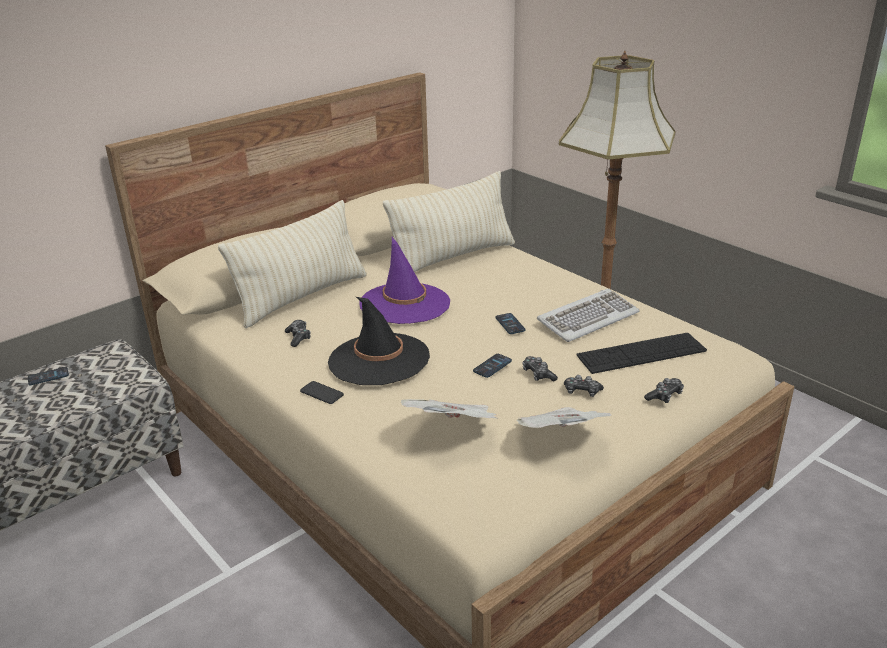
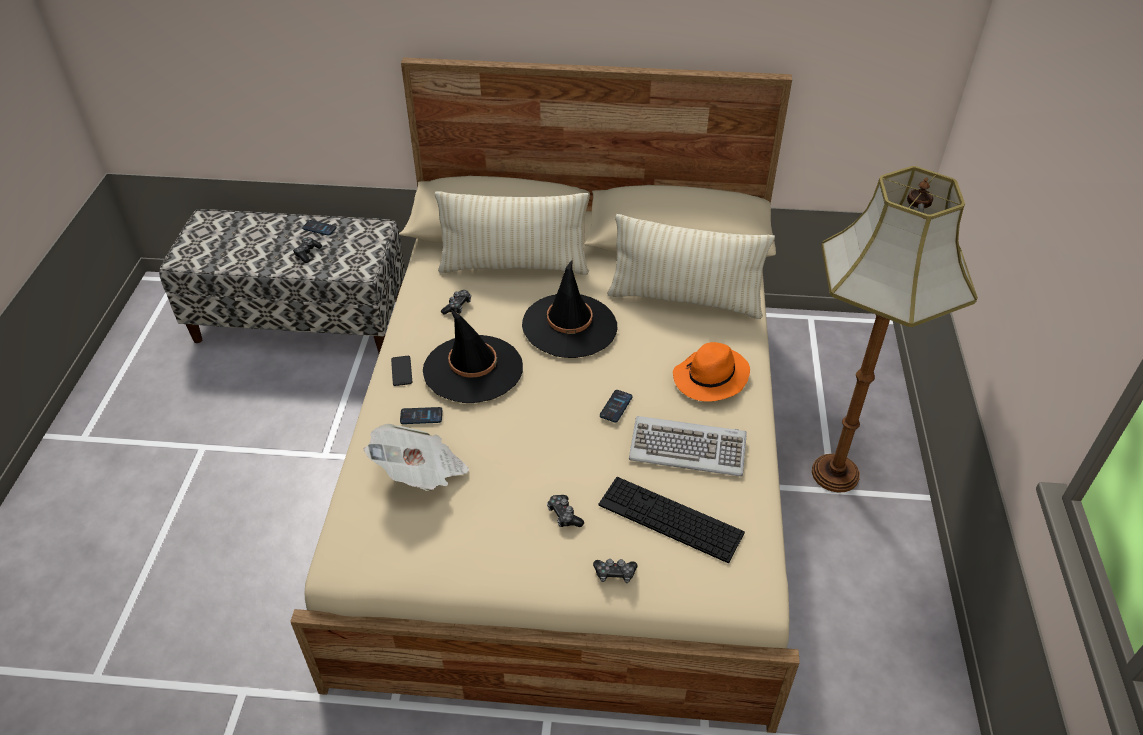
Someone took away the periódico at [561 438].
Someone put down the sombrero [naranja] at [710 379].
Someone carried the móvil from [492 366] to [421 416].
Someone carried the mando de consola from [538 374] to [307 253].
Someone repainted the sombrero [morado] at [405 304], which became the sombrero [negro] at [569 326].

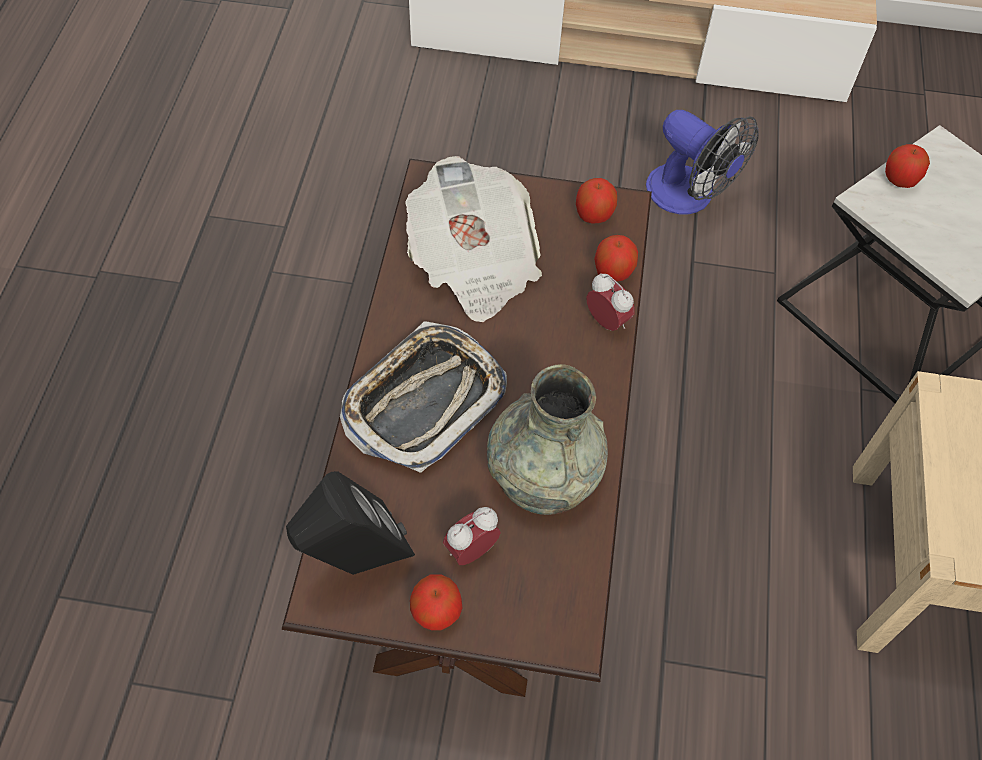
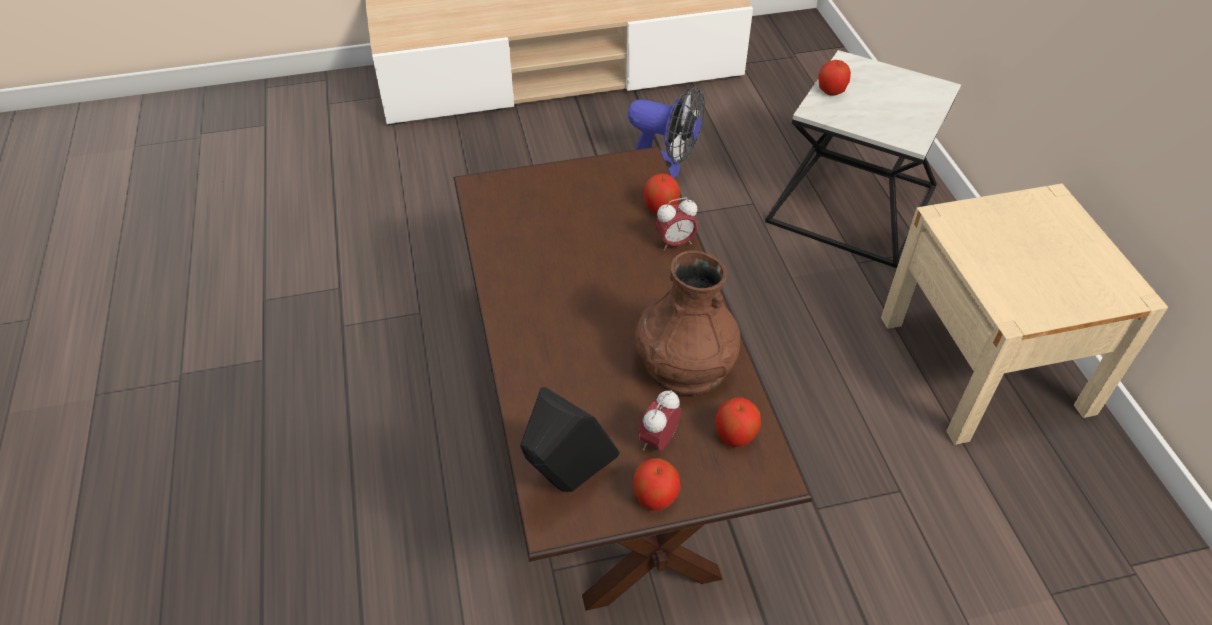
Someone took away the bandeja at [424 401].
Someone took away the periódico at [474 264].
Someone carried the manzana from [593 215] to [735 435].
Someone repainted the florero [gris] at [544 472], which became the florero [marrón] at [685 364].
Someone rotated the despertador at [607 322] by 135 degrees clockwise.

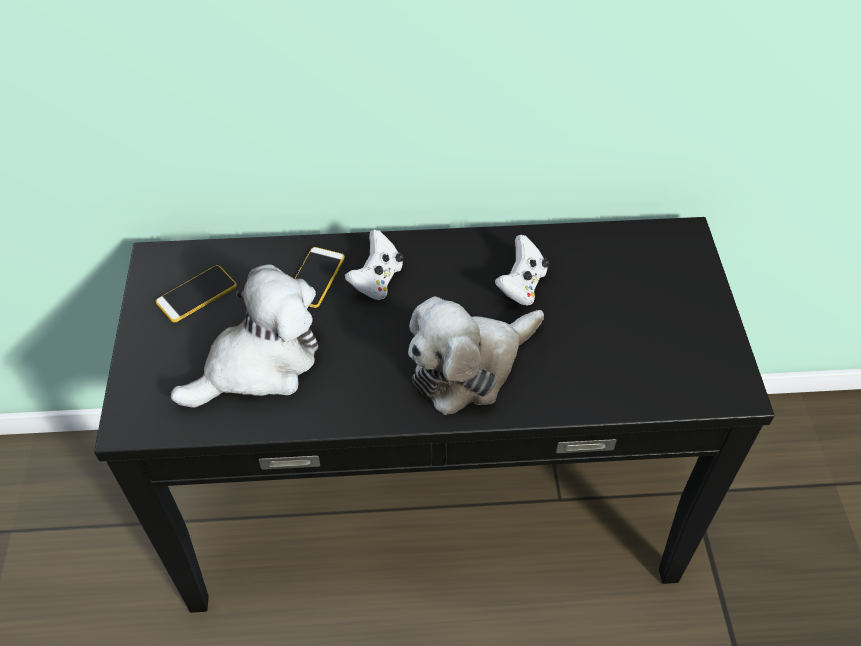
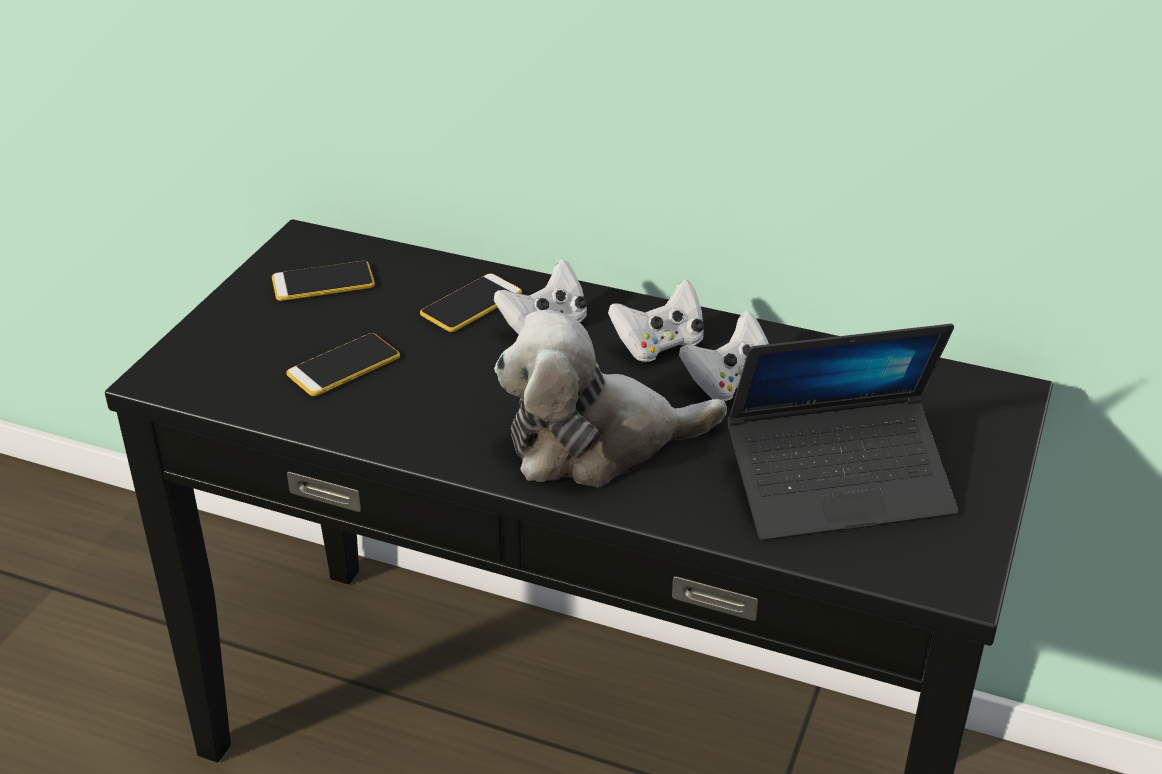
Someone put down the mando de consola [blanco] at [659 345].
Someone put down the portátil at [839 485].
Someone swapped the peluche at [259 364] for the móvil at [344 366].

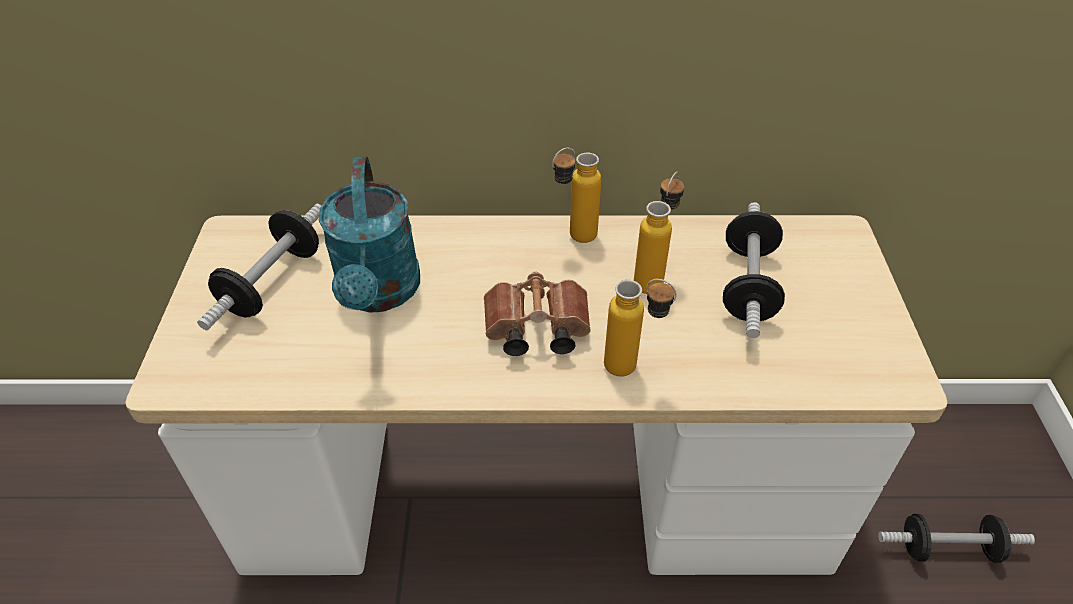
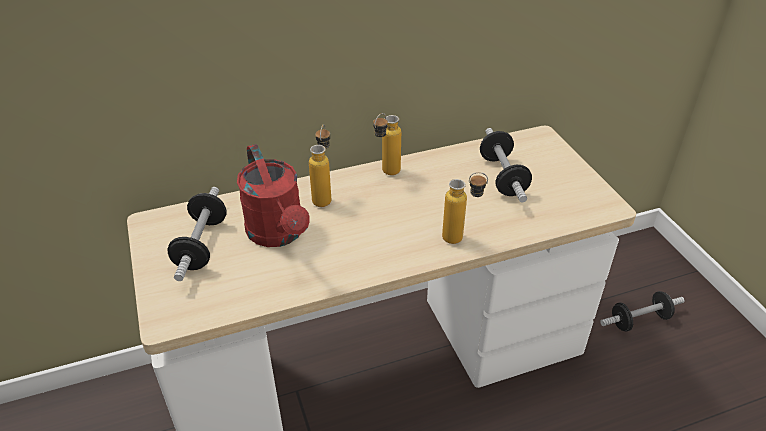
Someone took away the prismáticos [marrón] at [533 330].
Someone carried the botella from [653 277] to [324 196].
Someone repainted the regadera [turquesa] at [378 294], which became the regadera [rojo] at [279 234].

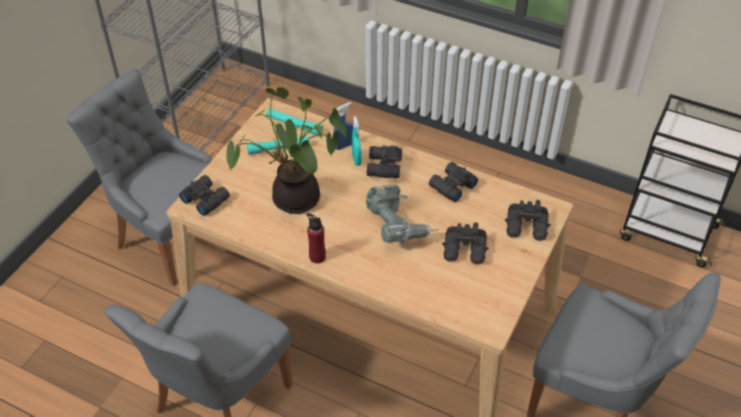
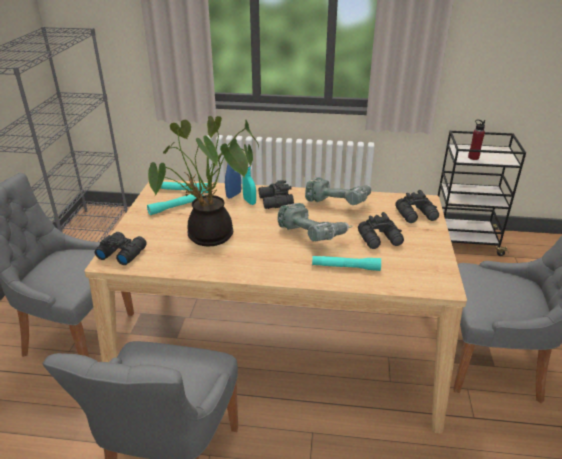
Someone put down the linterna [turquesa] at [345 267].
Someone carried the botella [rojo] from [317 257] to [473 157].
Someone swapped the prismáticos [negro] at [451 186] for the taladro at [338 203].

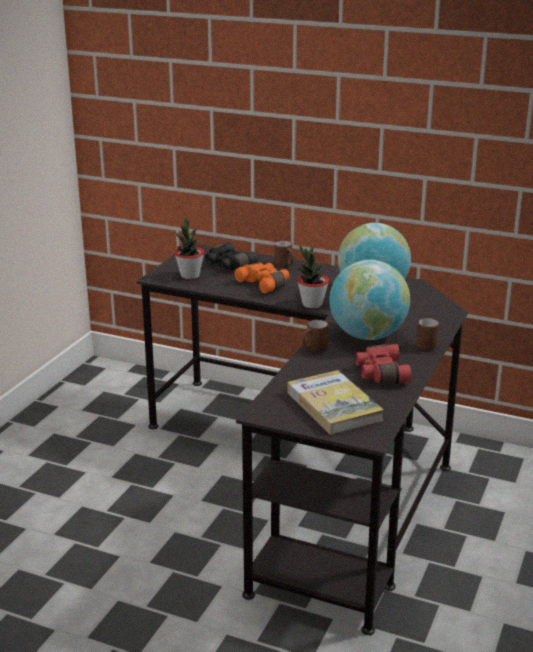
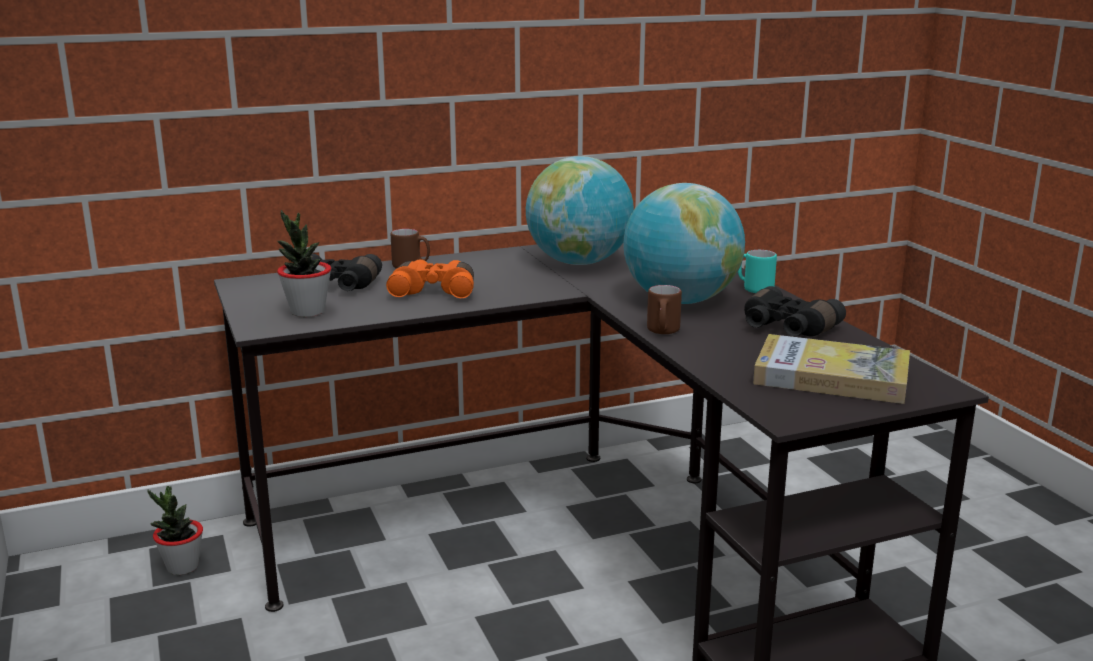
Someone carried the planta en maceta from [312 304] to [182 567].
Someone repainted the prismáticos [rojo] at [380 373], which became the prismáticos [negro] at [786 328].
Someone repainted the taza grande [marrón] at [426 344], which became the taza grande [turquesa] at [754 289].

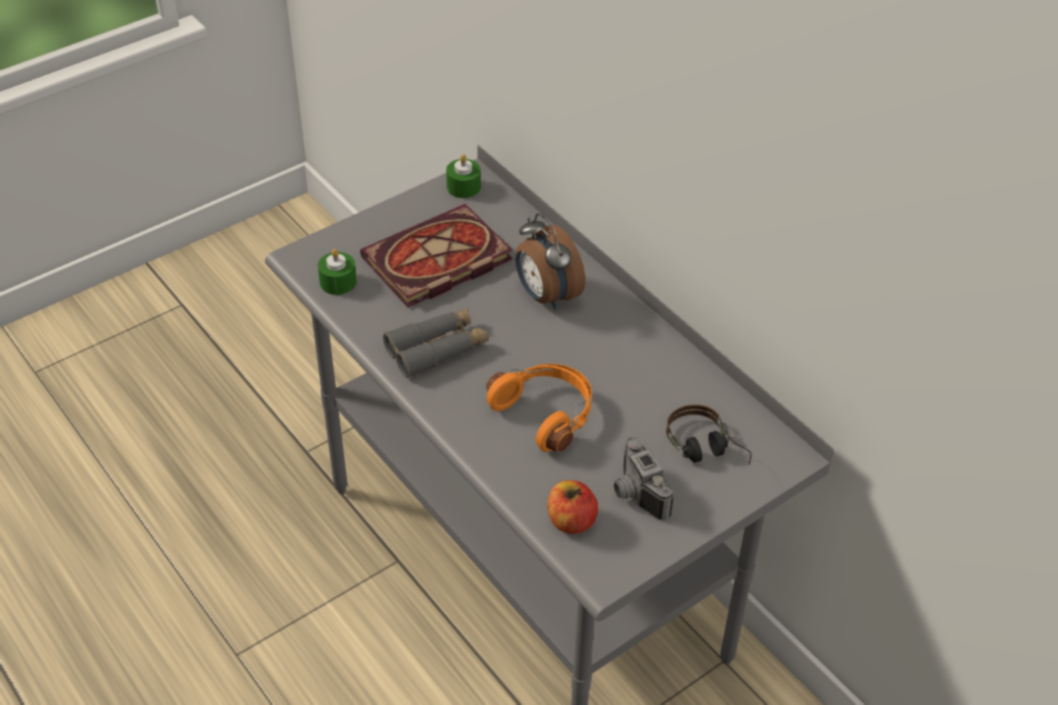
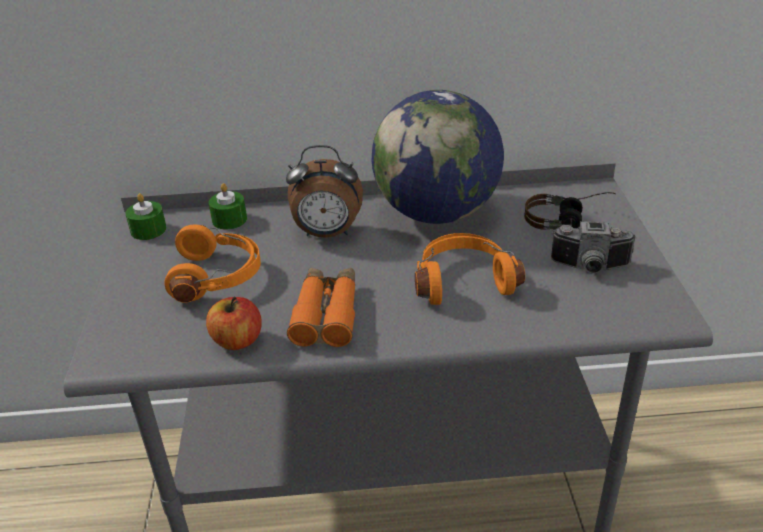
Someone put down the globo terráqueo at [437 213].
Someone carried the vela [verde] from [338 282] to [229 219].
Someone carried the manzana from [571 521] to [237 340].
Someone swapped the libro at [435 262] for the auriculares [naranja] at [218 276].
Someone repainted the prismáticos [gris] at [437 349], which became the prismáticos [naranja] at [326 314].

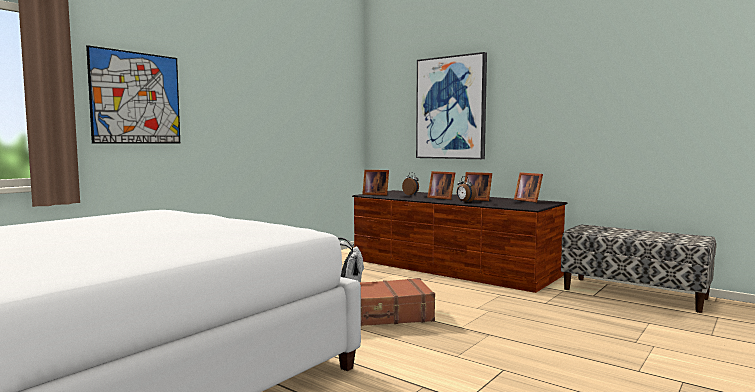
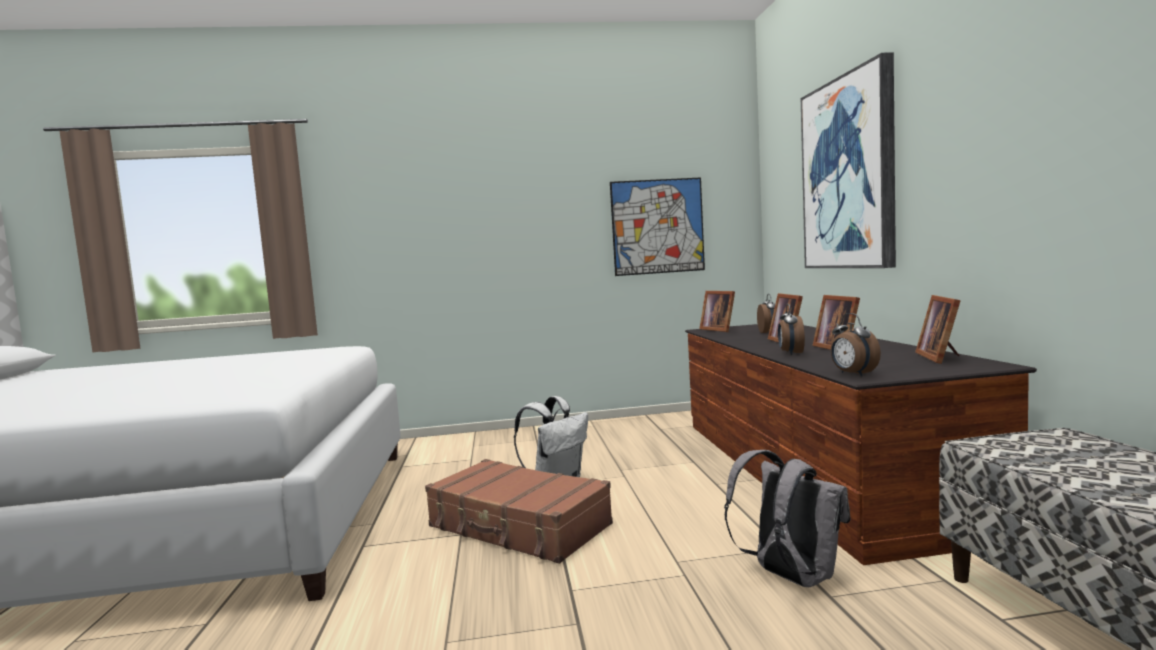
Someone put down the mochila [gris] at [789 576].
Someone put down the despertador at [853 374].
Someone carried the cuadro from [136 98] to [657 226].

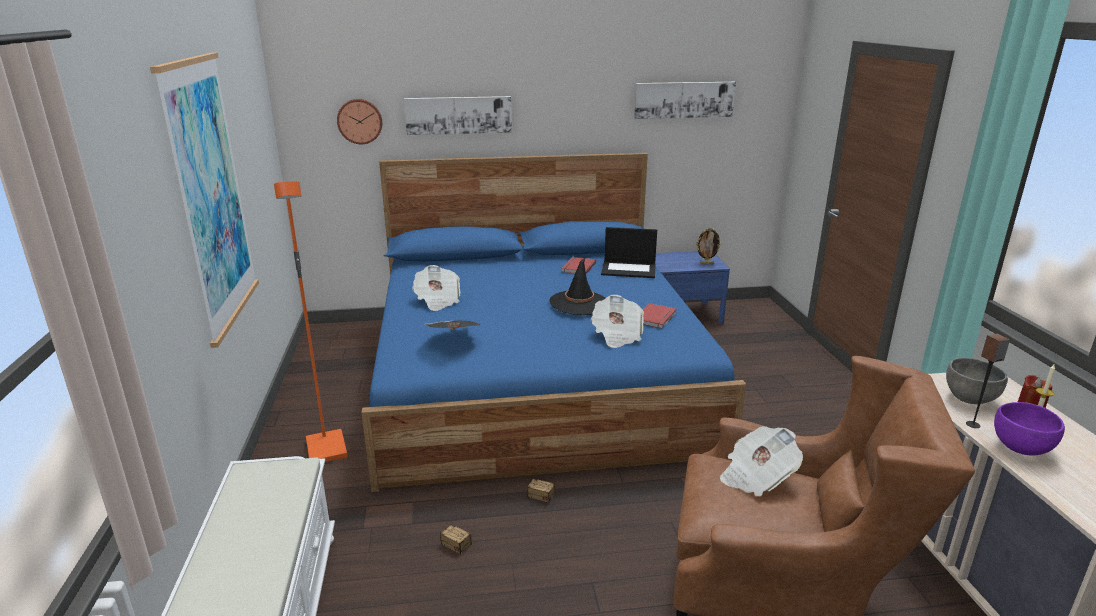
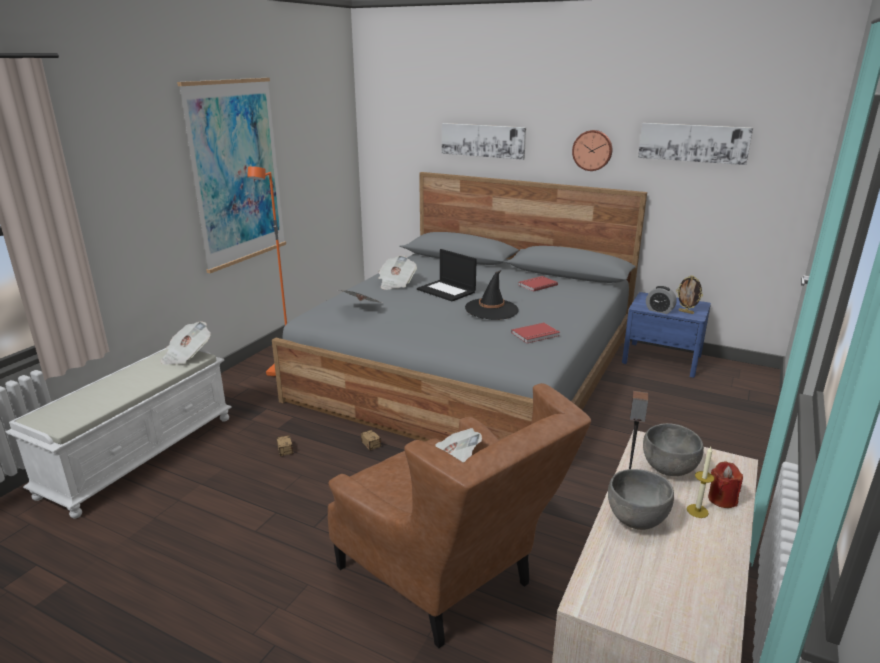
Someone put down the despertador at [659 310].
Someone carried the reloj de pared from [360 121] to [592 150].
Someone carried the periódico from [617 335] to [186 356].
Someone carried the portátil from [629 269] to [447 291].
Someone repainted the cama [azul] at [535 377], which became the cama [gris] at [470 369].
Someone repainted the cuenco [morado] at [1020 448], which became the cuenco [gris] at [636 520].

